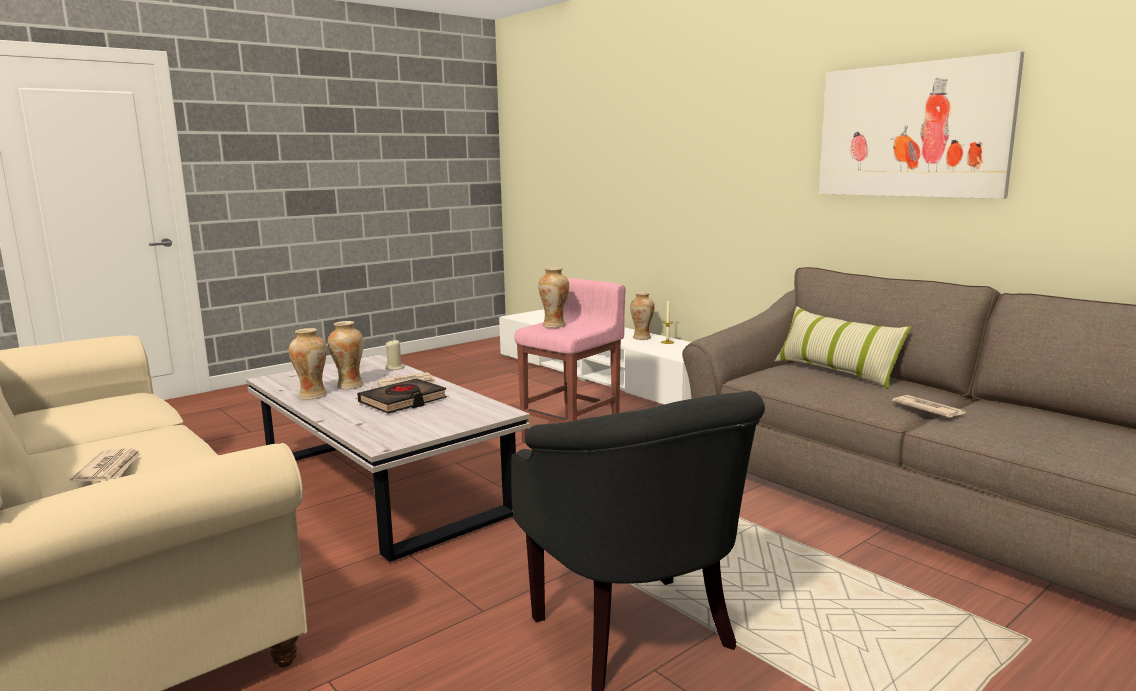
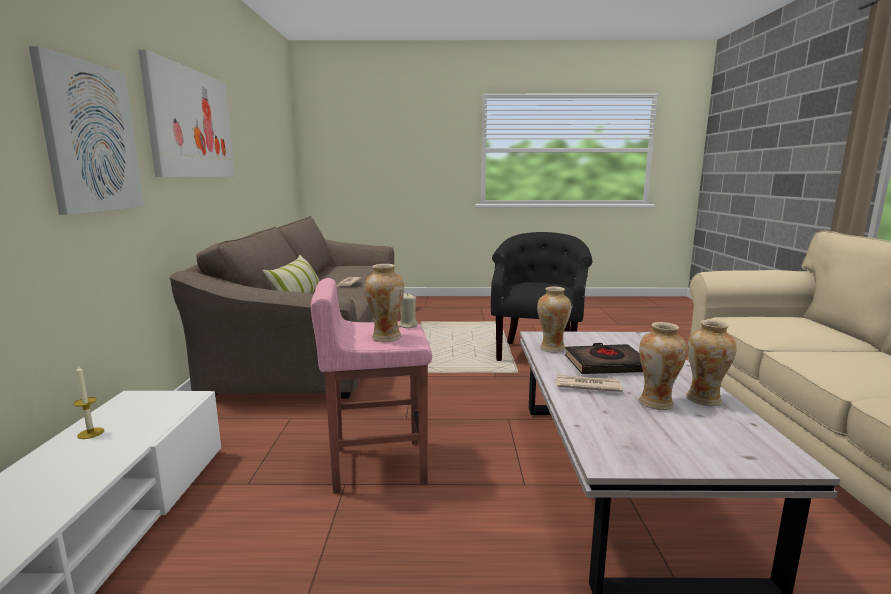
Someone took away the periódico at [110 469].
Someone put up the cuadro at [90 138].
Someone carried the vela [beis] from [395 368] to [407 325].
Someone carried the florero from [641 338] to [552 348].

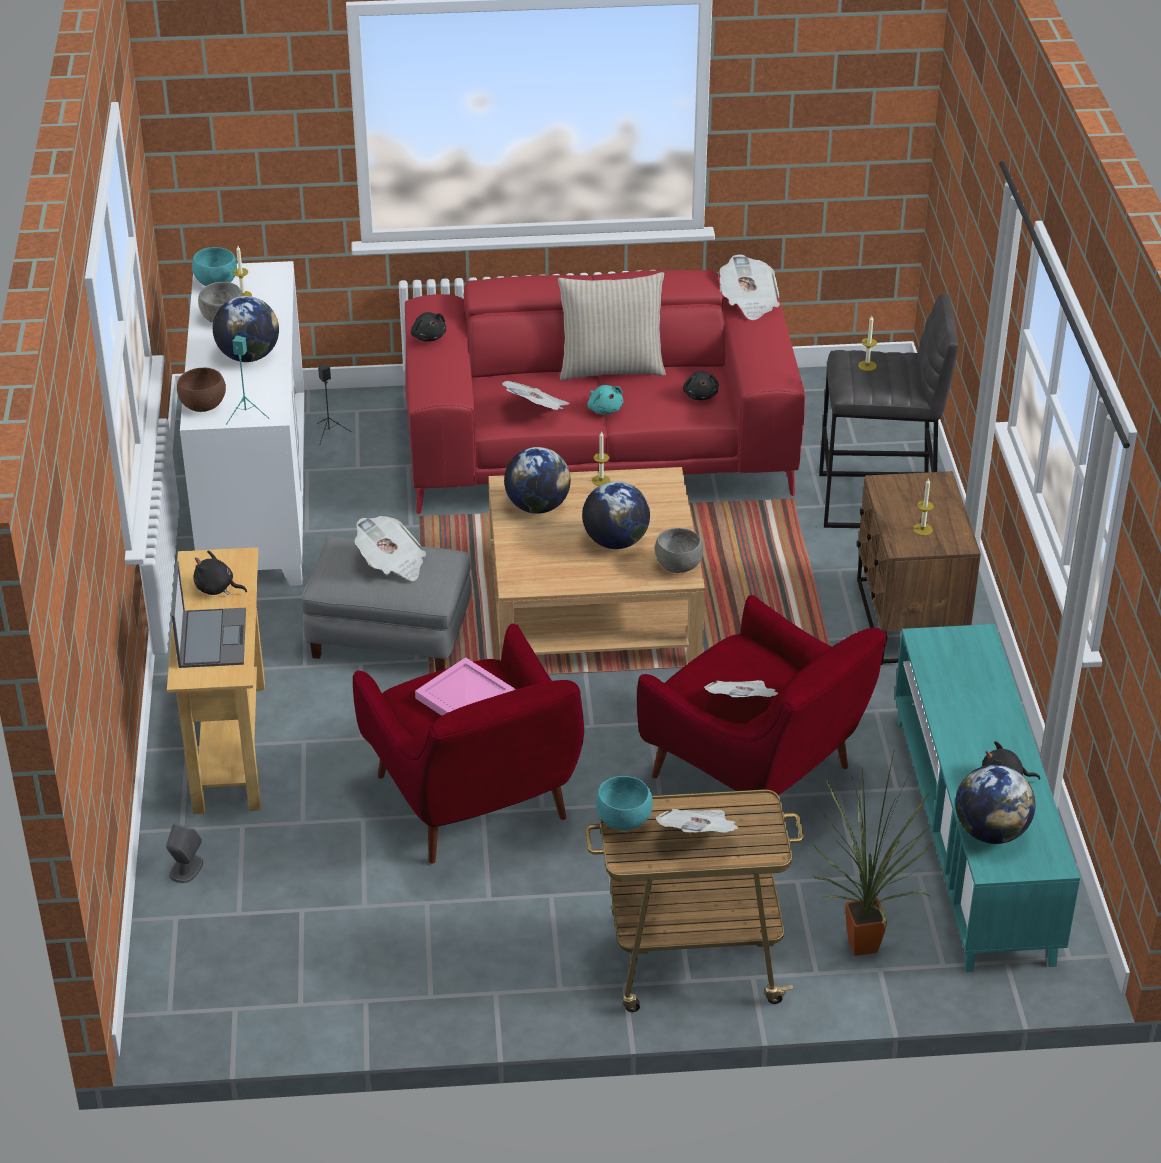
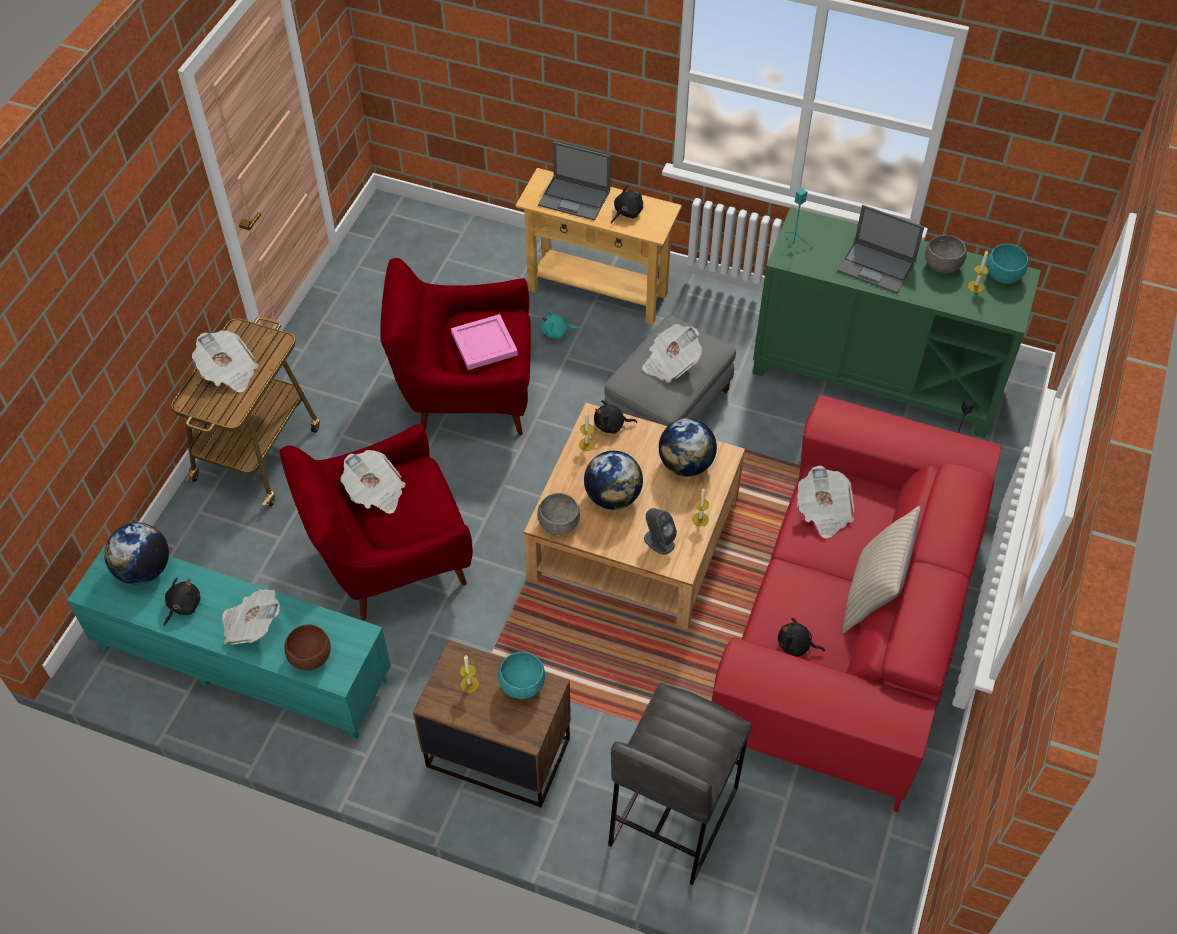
Someone took away the planta en maceta at [863 950].
Someone carried the altavoz [gris] from [186 869] to [658 541].
Someone carried the cuenco [marrón] from [203 405] to [311 658].
Someone carried the peluche [negro] from [428 336] to [611 425].
Someone carried the peluche [turquesa] from [604 409] to [557 332].
Someone carried the cuenco [turquesa] from [624 821] to [522 686].
Someone carried the periódico from [748 302] to [252 625].
Someone carried the vela from [867 365] to [586 444].
Someone swapped the globo terráqueo at [248 356] for the portátil at [877 267].
Someone repainted the armario [blanco] at [253 499], which became the armario [verde] at [877 375].

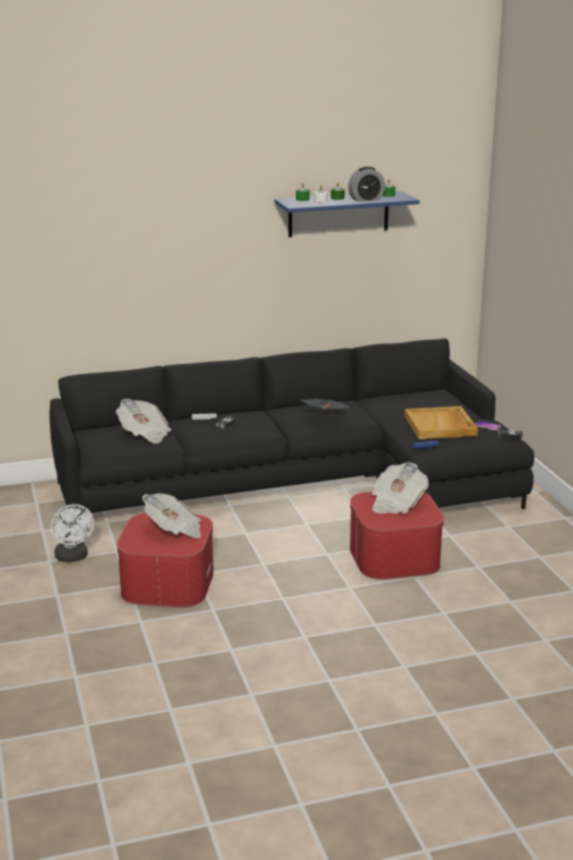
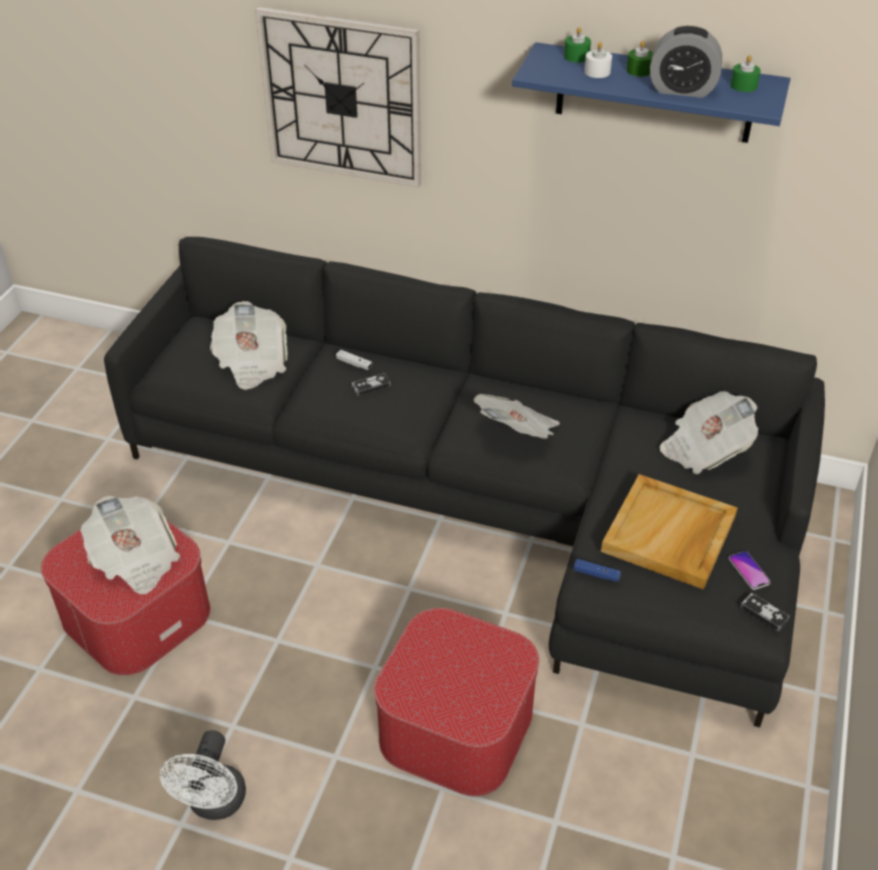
Someone put up the reloj de pared at [342 98].
Someone carried the ventilador [blanco] from [73 557] to [214 804].
Someone carried the periódico from [396 503] to [704 449].

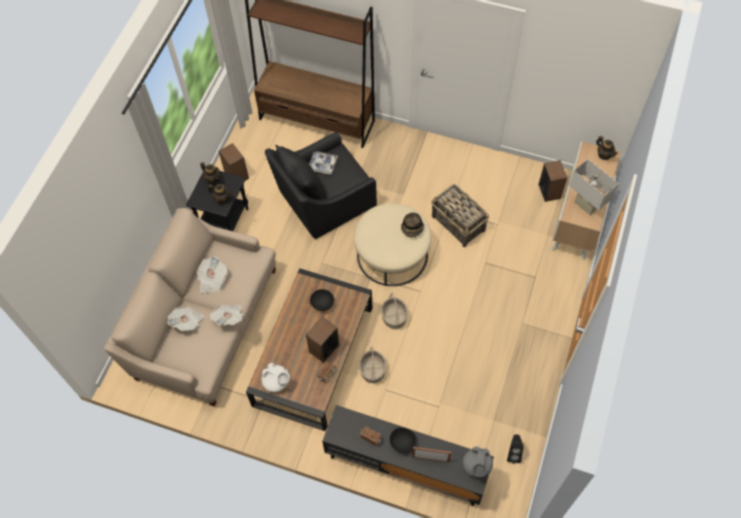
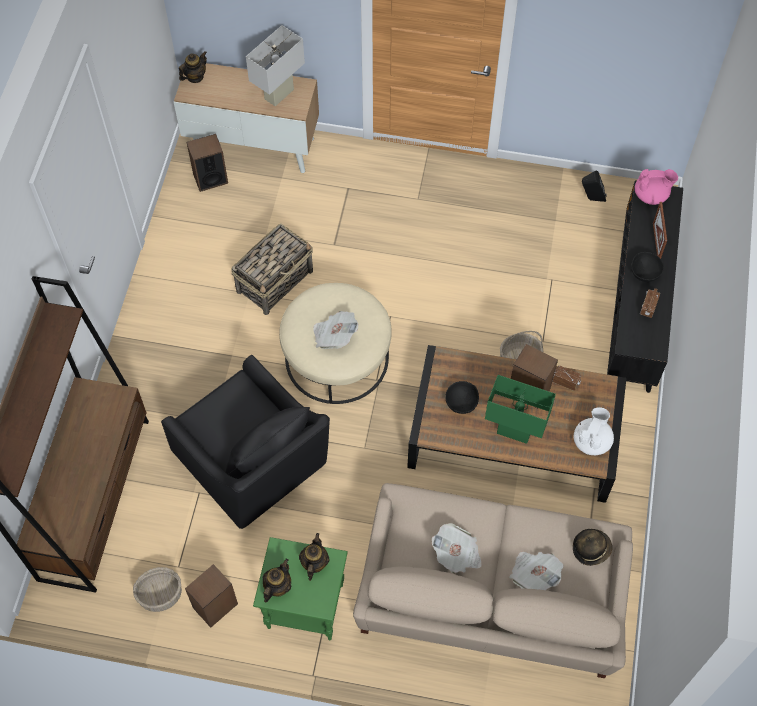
Someone took away the bandeja at [322 164].
Someone put down the lámpara de mesa [verde] at [514 431].
Someone carried the periódico from [229 318] to [334 336].
Someone carried the cesta from [394 317] to [160 595].
Someone carried the sombrero from [412 229] to [591 548].
Someone repainted the mesa auxiliar [negro] at [224 219], which became the mesa auxiliar [verde] at [304 607].
Someone repainted the tetera [gris] at [477 466], which became the tetera [rosa] at [651 195].

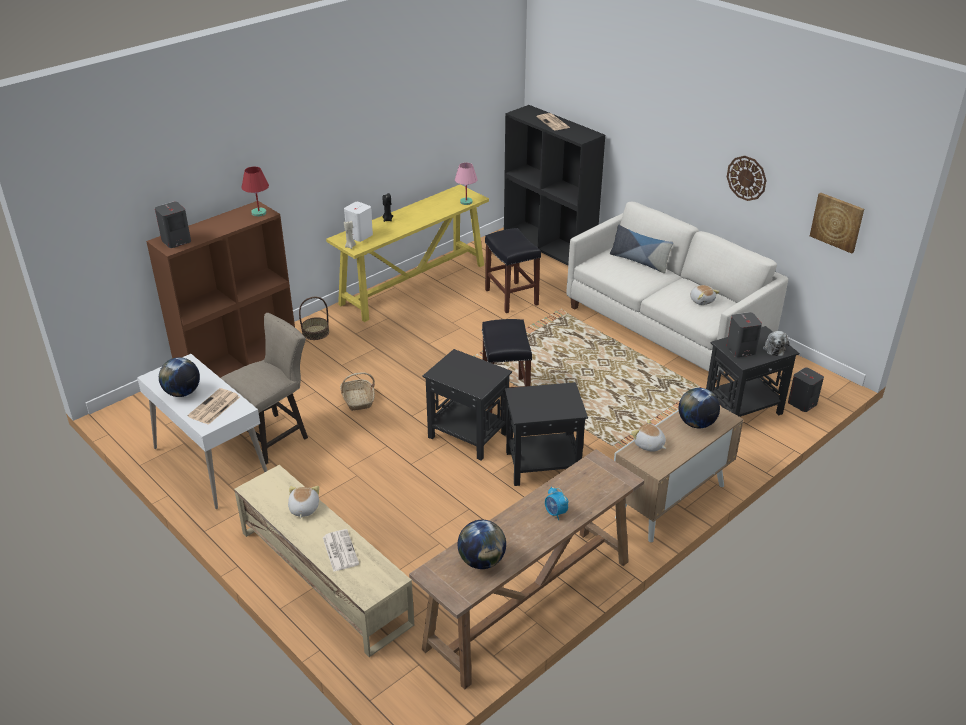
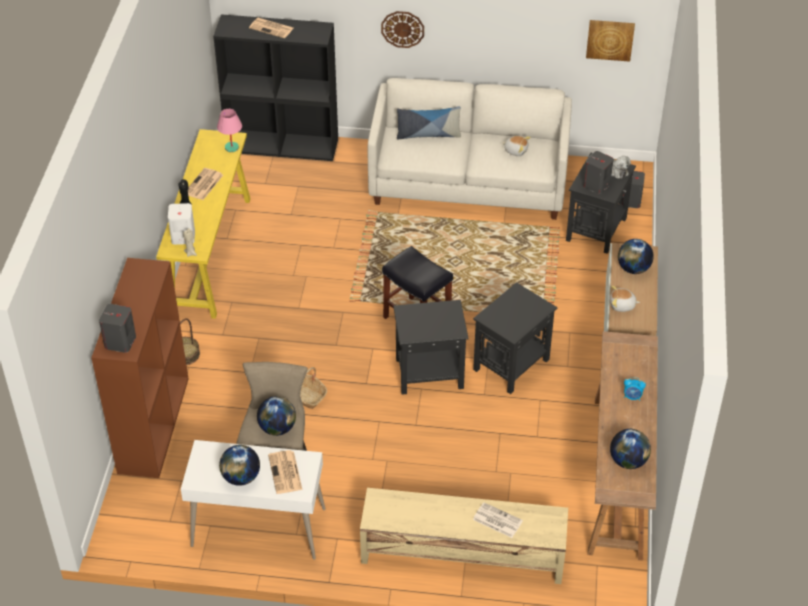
Someone took away the lámpara de mesa [rojo] at [258 213].
Someone took away the peluche at [303 509].
Someone took away the taburete [negro] at [510 297].
Someone put down the periódico at [203 185].
Someone put down the globo terráqueo at [277 428].
Someone carried the reloj de pared from [746 178] to [402 29].

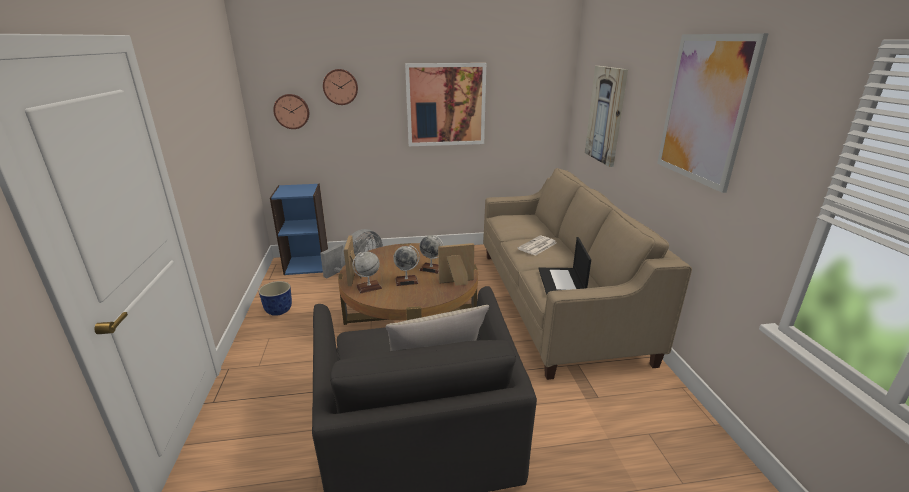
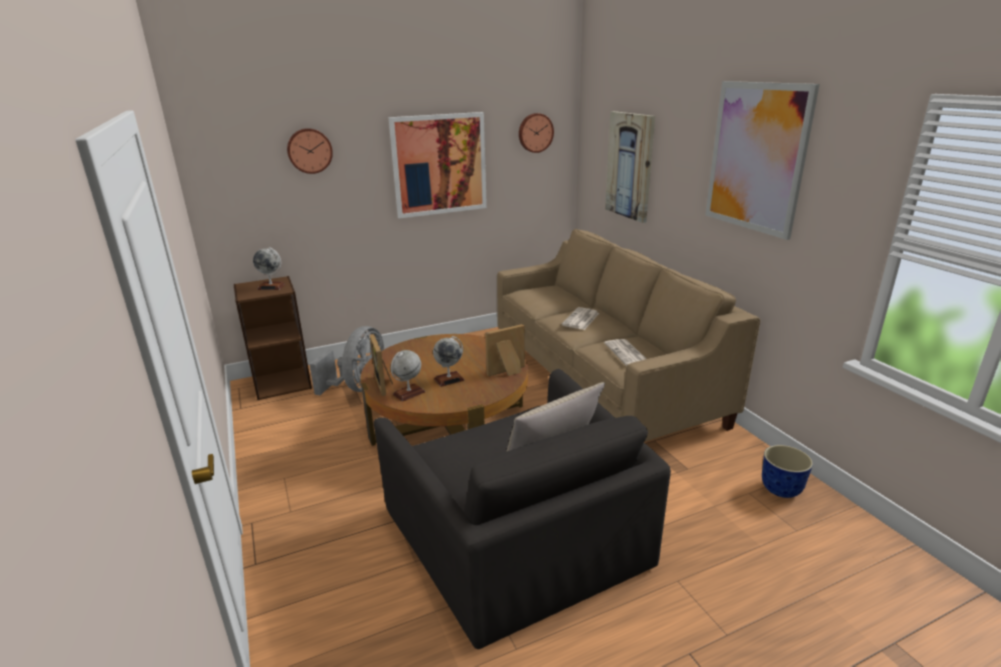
Someone carried the maceta from [278 311] to [780 489].
Someone carried the reloj de pared from [292 111] to [535 133].
Someone carried the globo terráqueo from [431 268] to [271 287].
Someone swapped the portátil at [562 282] for the periódico at [627 353].
Someone repainted the estantería [azul] at [307 264], which became the estantería [marrón] at [282 382].

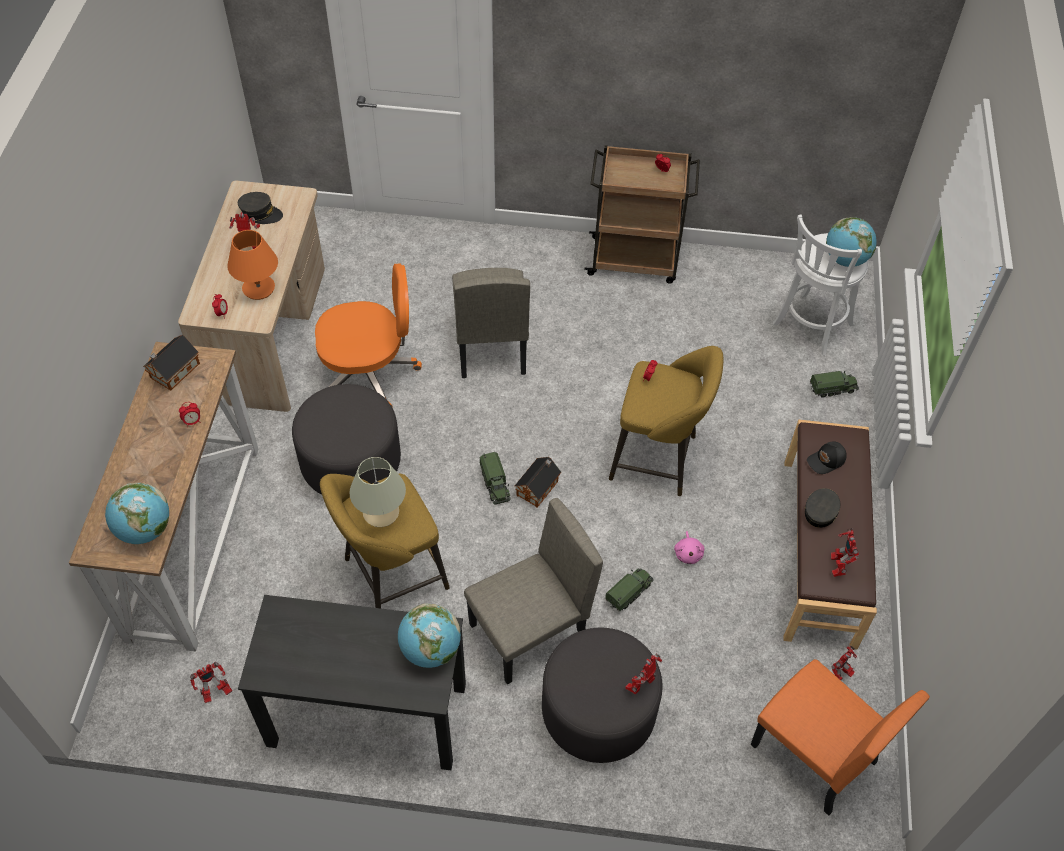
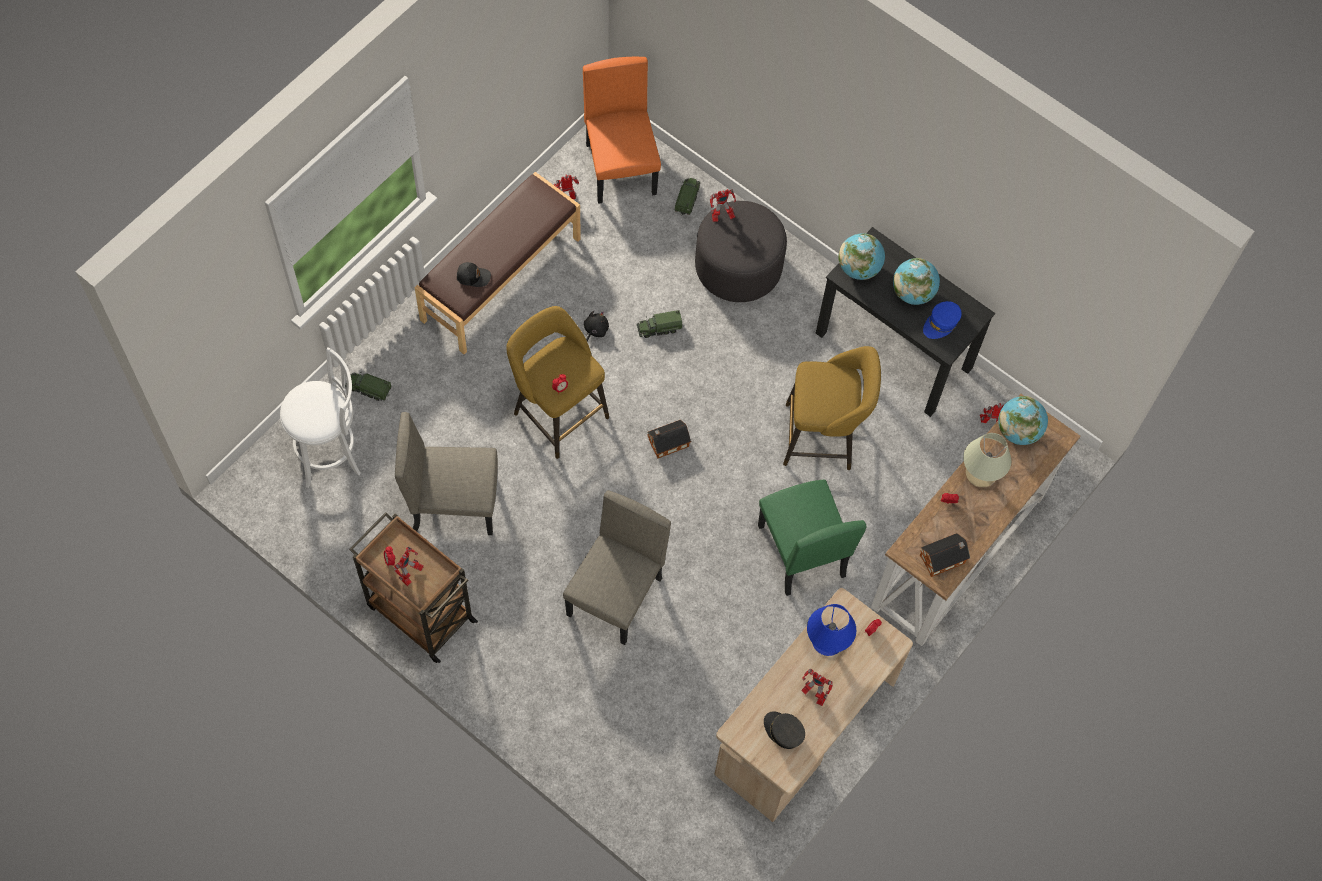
Someone took away the silla de oficina [naranja] at [369 372].
Someone took away the gorra [gris] at [821 511].
Someone put down the gorra [azul] at [941 323].
Someone carried the lámpara de mesa [beis] from [381 512] to [980 473].
Someone carried the silla [beis] from [529 633] to [454 503].
Someone carried the camión de juguete from [495 484] to [687 199].
Someone carried the globo terráqueo from [845 259] to [912 293].
Someone carried the robot de juguete from [837 565] to [410 575].
Someone swapped the puf [gris] at [351 462] for the silla [verde] at [801 551].
Someone repainted the lámpara de mesa [naranja] at [258 288], which became the lámpara de mesa [azul] at [828 641].
Someone repainted the peluche [rosa] at [688 553], which became the peluche [negro] at [595 330].

